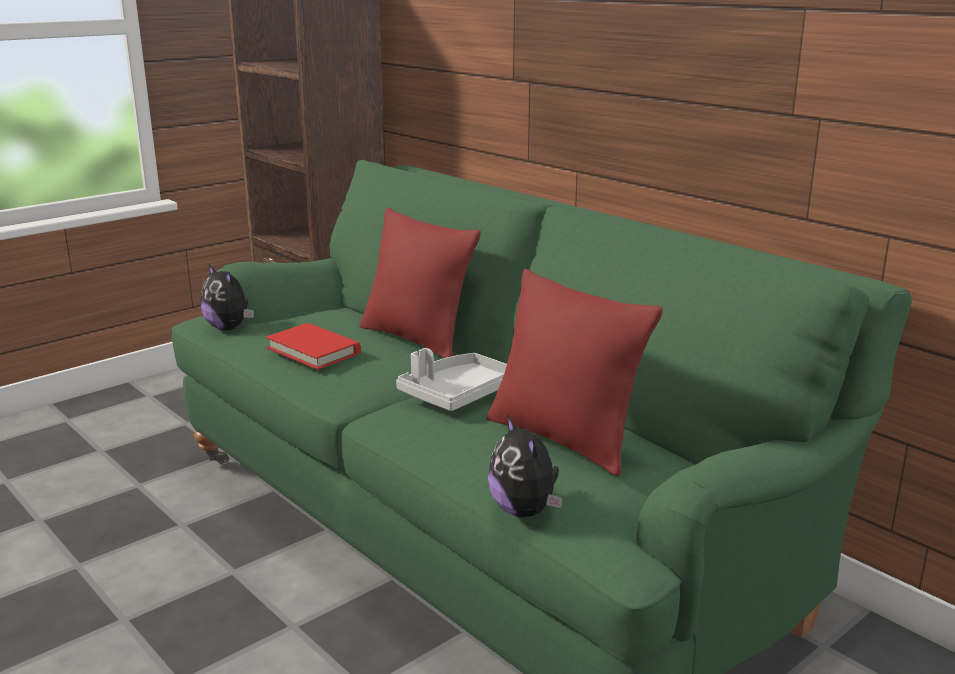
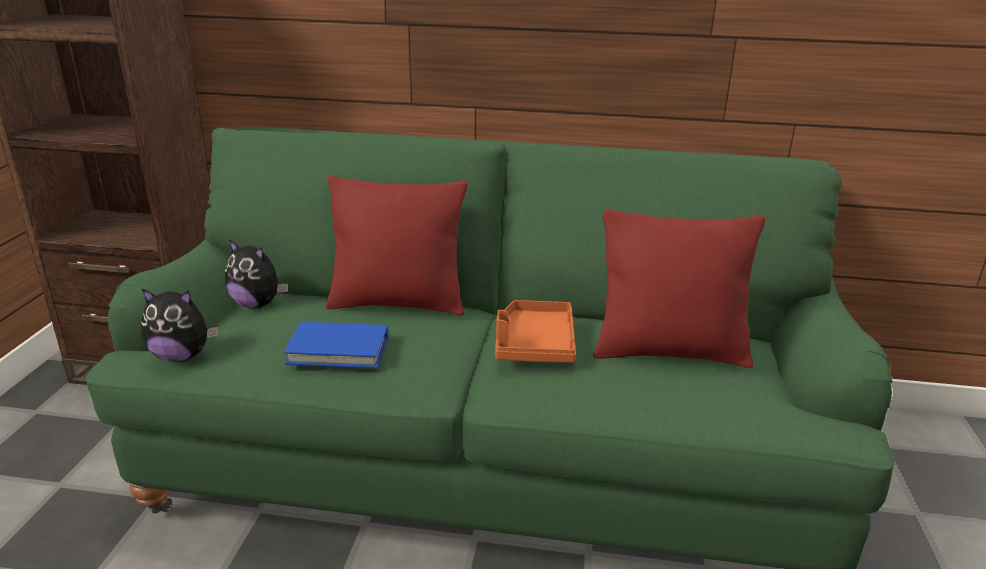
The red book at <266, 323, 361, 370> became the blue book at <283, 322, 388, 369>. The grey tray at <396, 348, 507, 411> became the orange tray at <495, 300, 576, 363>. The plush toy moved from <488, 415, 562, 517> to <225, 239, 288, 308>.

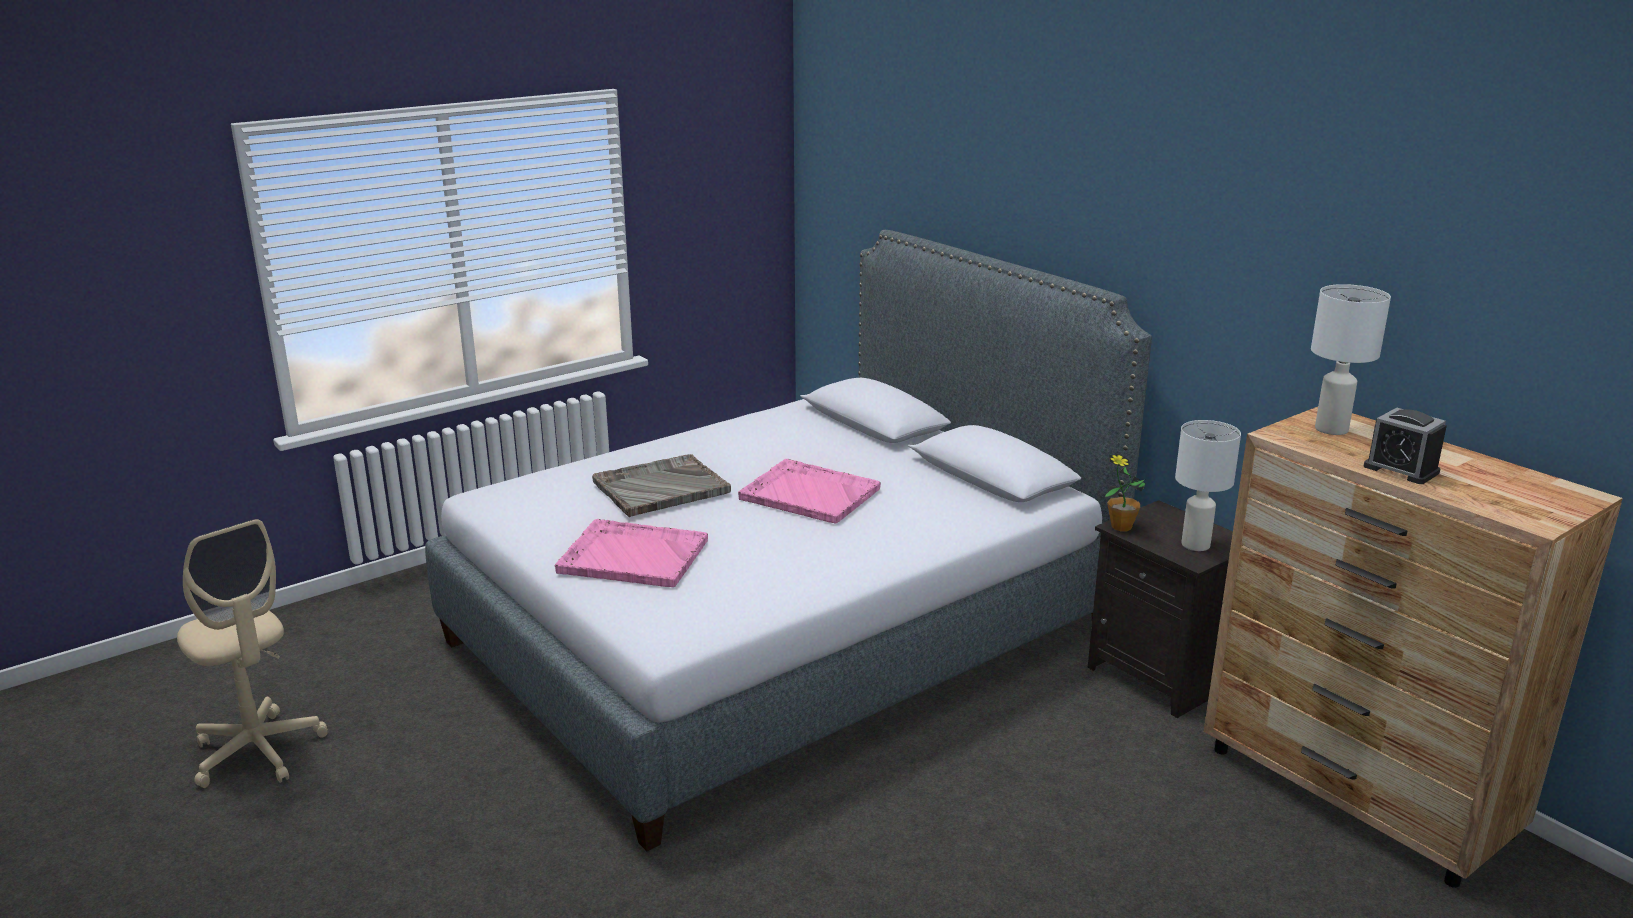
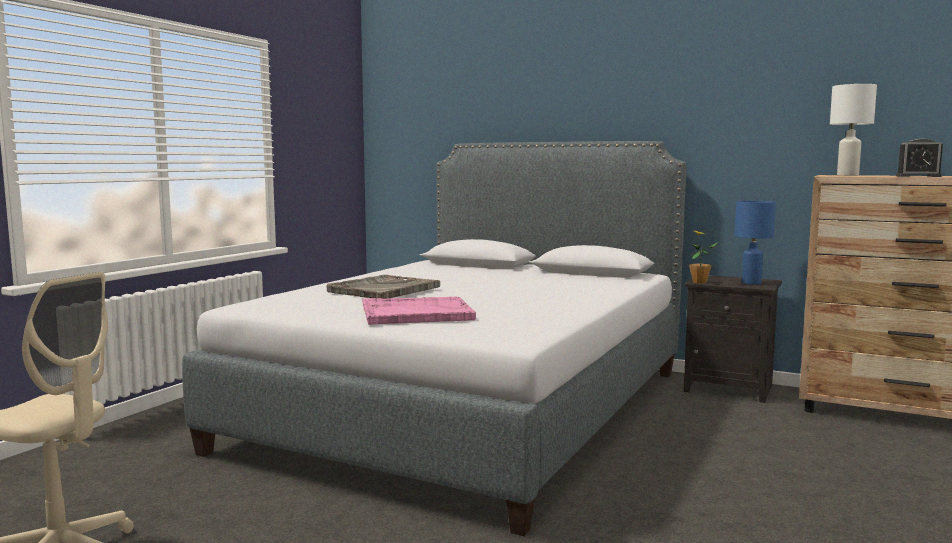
The white table lamp at <1175, 420, 1241, 551> became the blue table lamp at <735, 201, 776, 285>. The pink tray at <738, 459, 881, 524> disappeared.

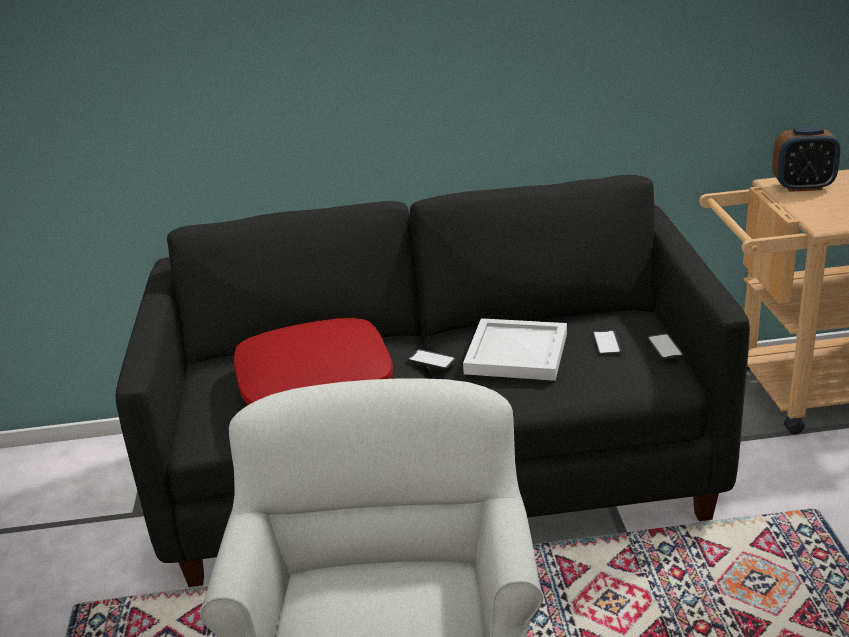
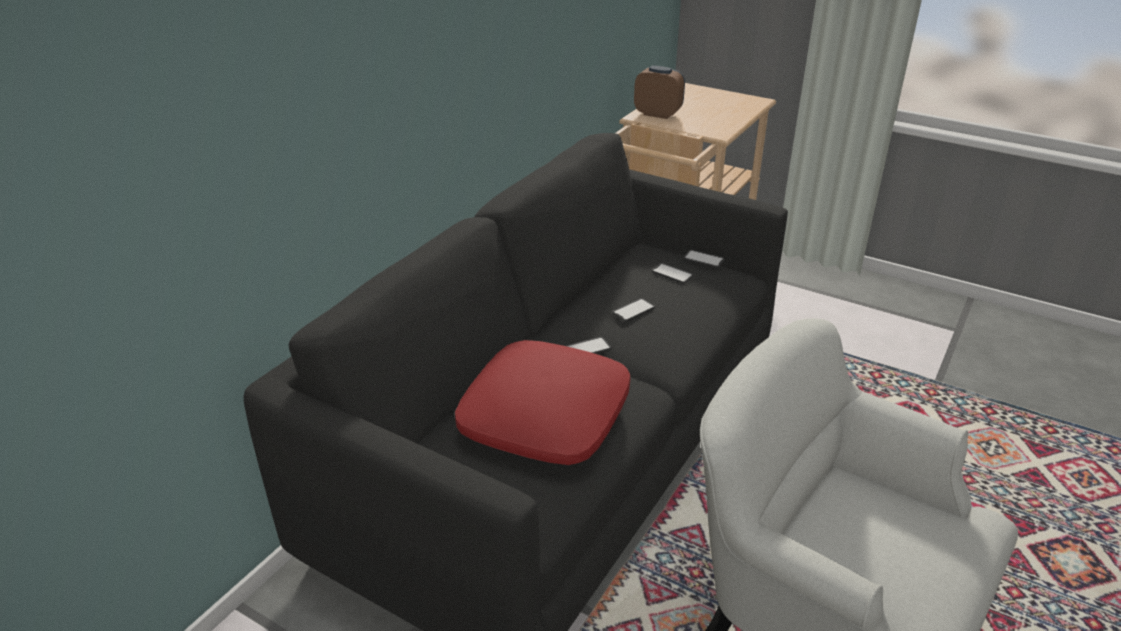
The alarm clock at <772, 126, 841, 192> turned 105 degrees counterclockwise. The white tray at <463, 318, 567, 381> was replaced by the phone at <612, 298, 655, 322>.

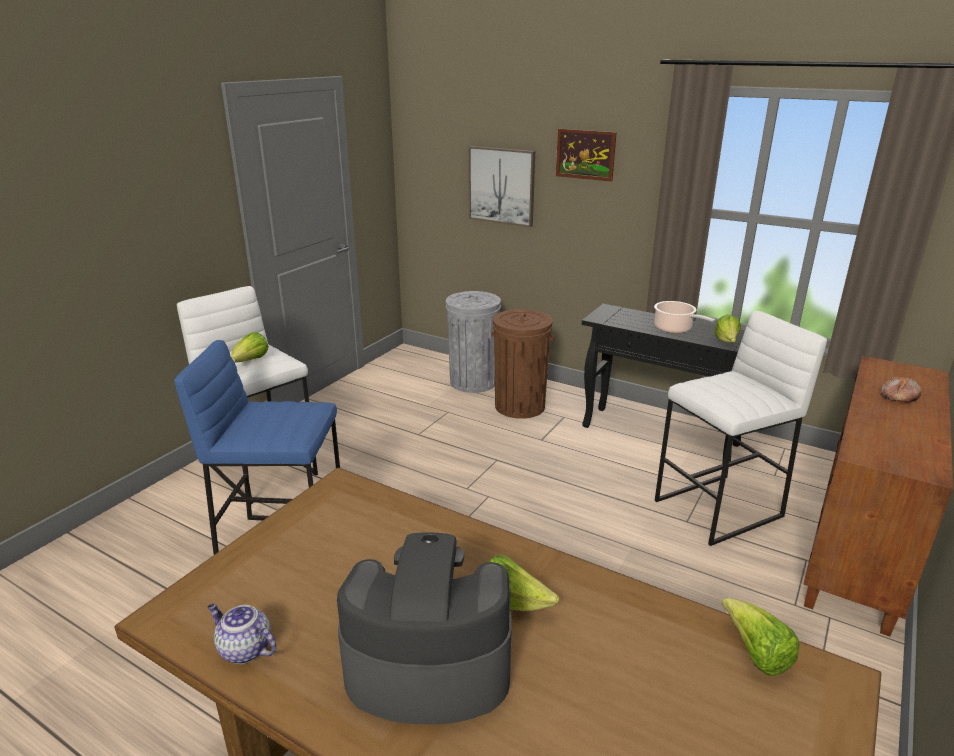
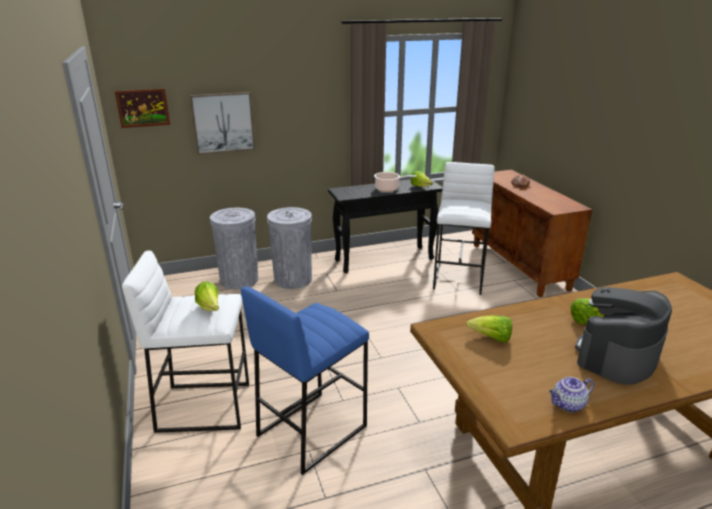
The picture moved from <556, 129, 617, 182> to <114, 89, 170, 128>. The brown trash can at <491, 309, 554, 419> became the grey trash can at <267, 207, 312, 289>. The lettuce moved from <722, 598, 800, 676> to <466, 315, 512, 343>.

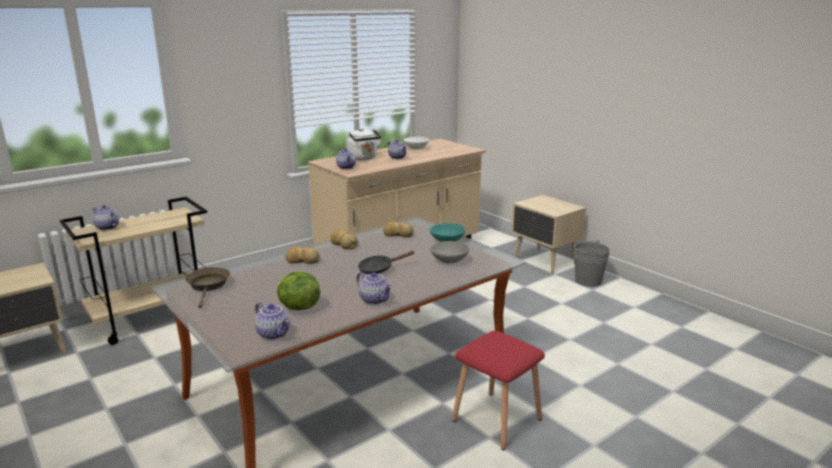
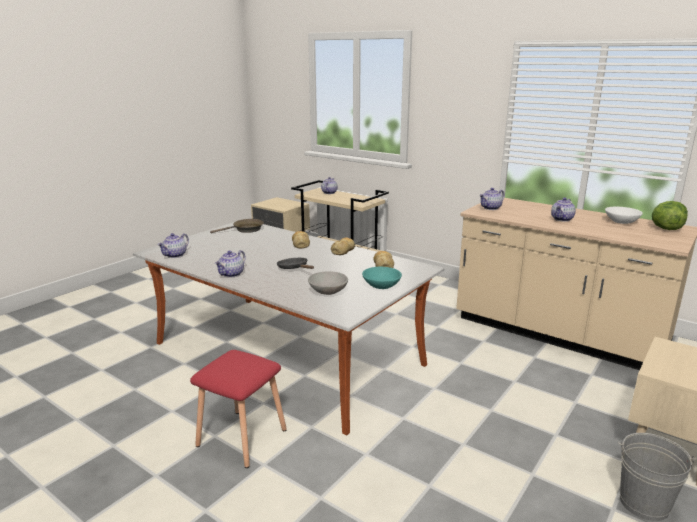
The white kettle at <346, 129, 381, 160> disappeared. The lettuce moved from <277, 271, 320, 310> to <652, 201, 688, 230>.

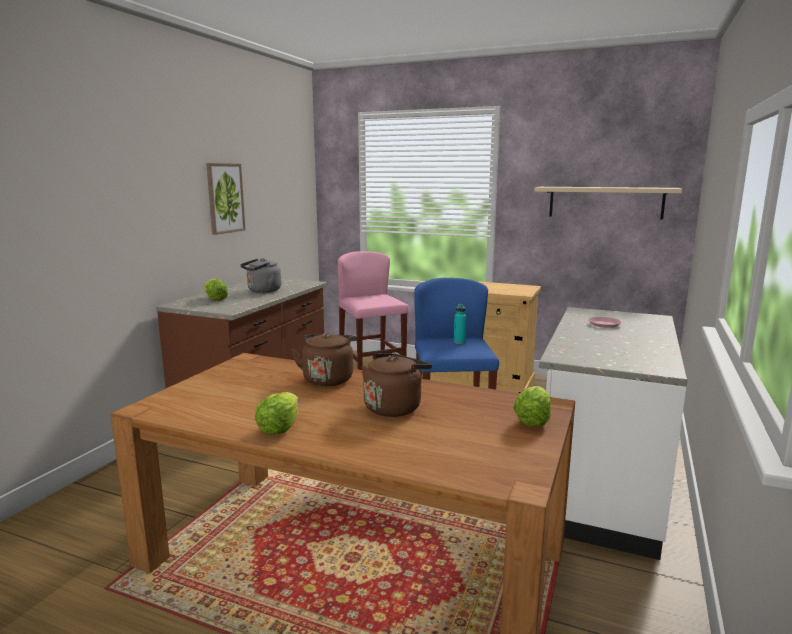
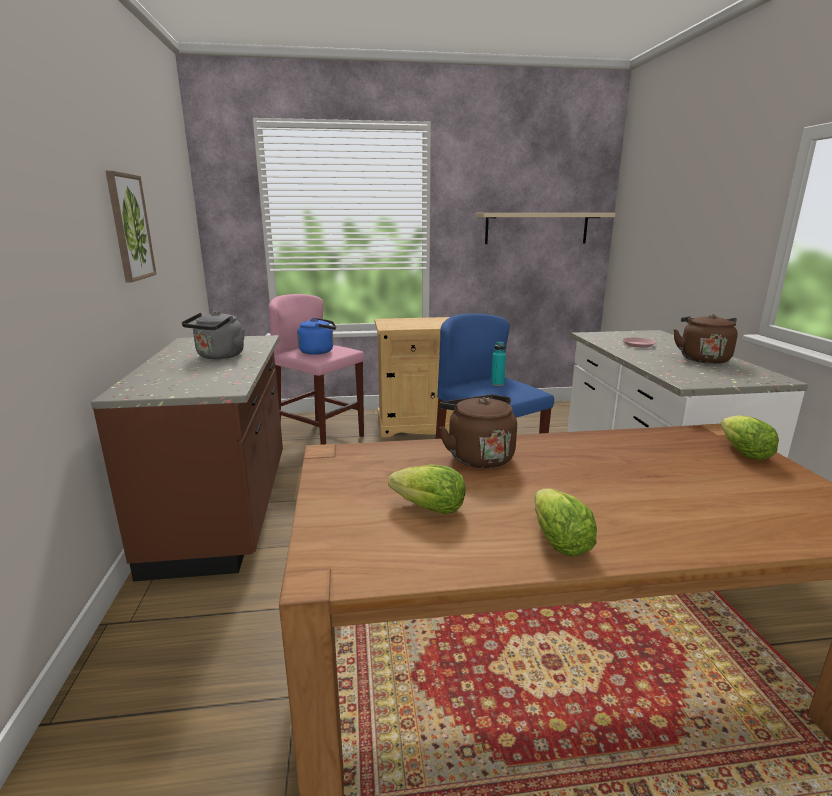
The lettuce moved from <204, 279, 228, 301> to <388, 464, 466, 514>. The brown kettle moved from <361, 353, 432, 417> to <673, 314, 738, 364>. The blue kettle at <297, 318, 336, 355> appeared.

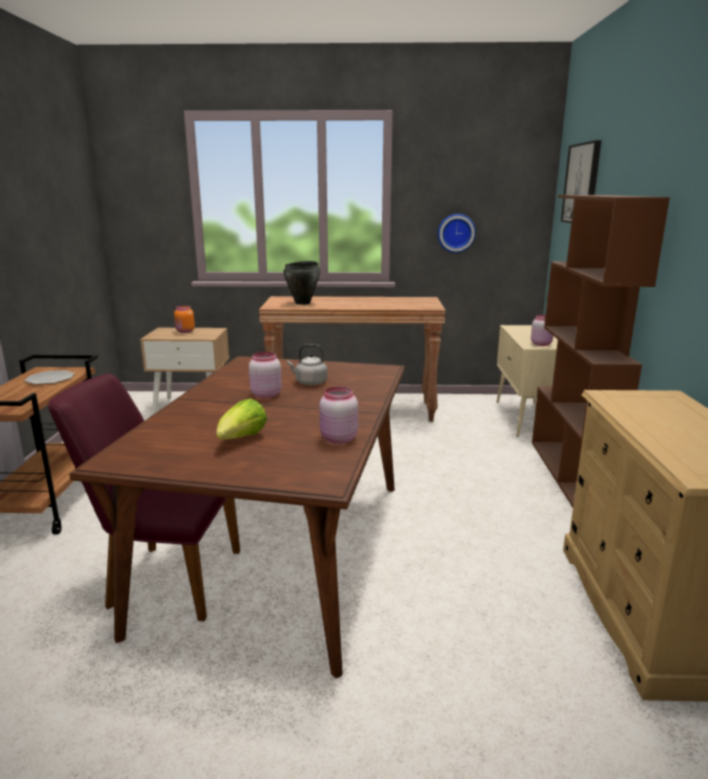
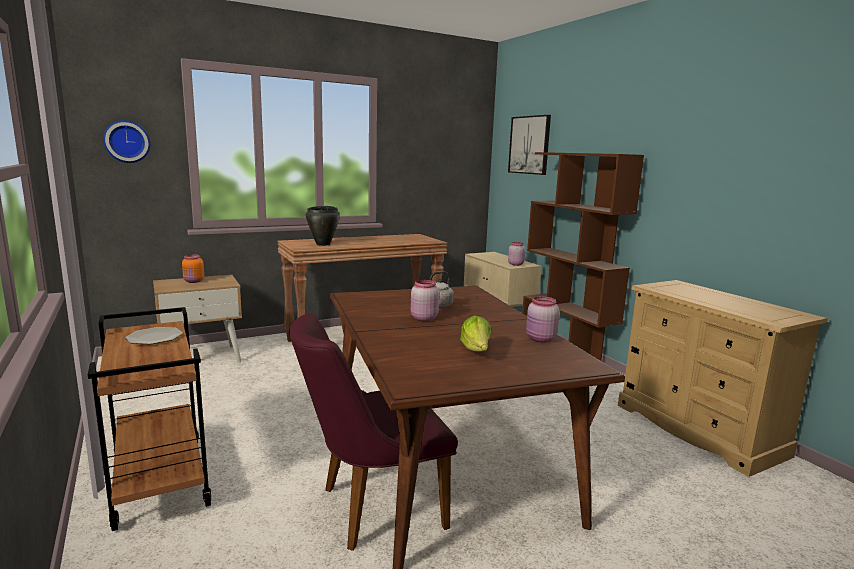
The wall clock moved from <438, 214, 476, 253> to <103, 120, 151, 163>.

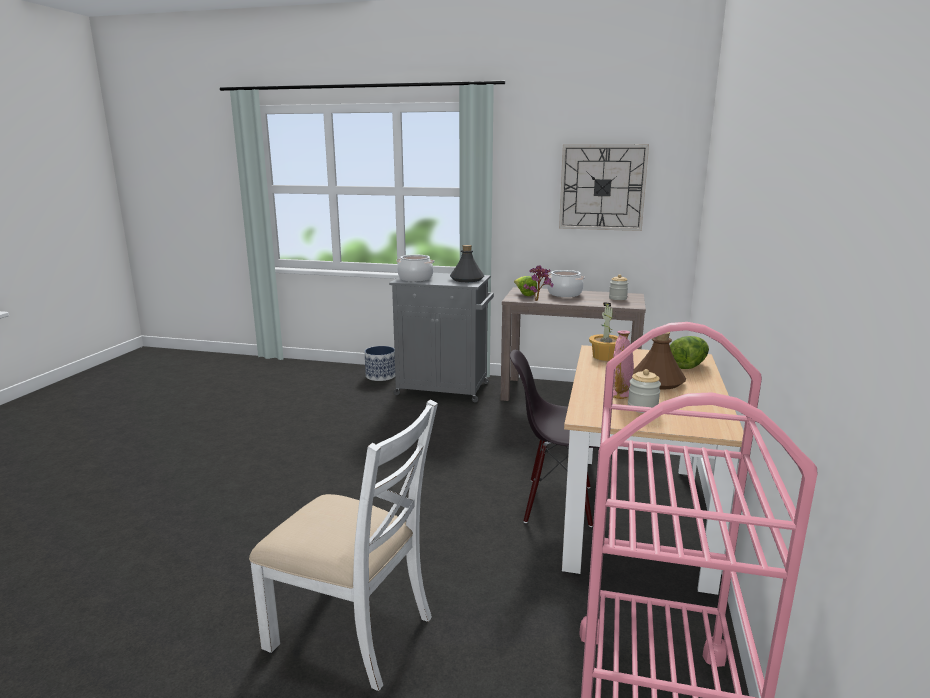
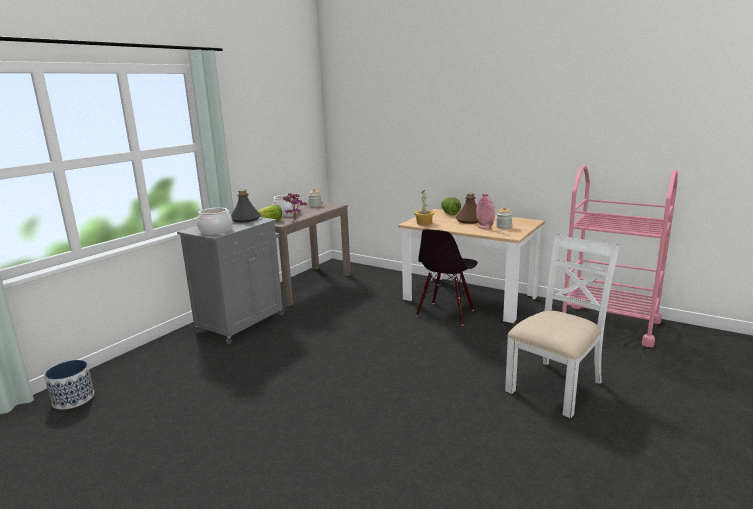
The wall clock at <559, 144, 649, 231> disappeared. The planter moved from <365, 346, 395, 381> to <44, 360, 94, 409>.

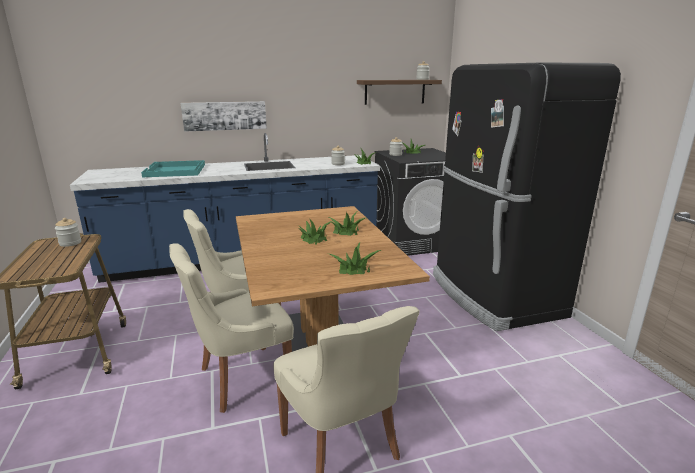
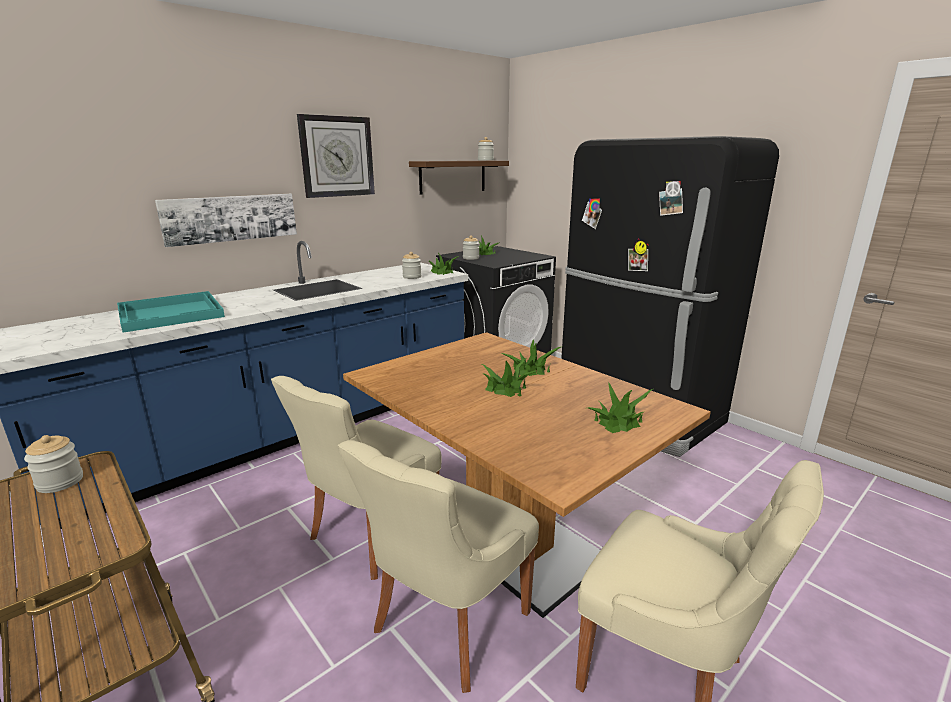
The wall clock at <297, 114, 375, 198> appeared.

